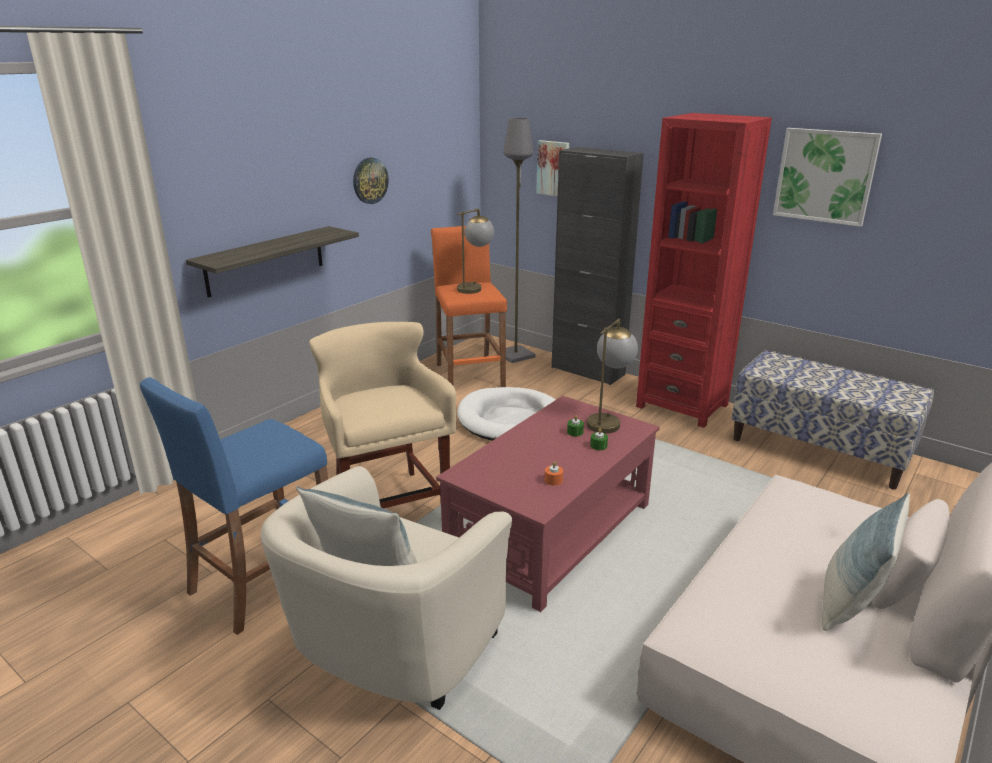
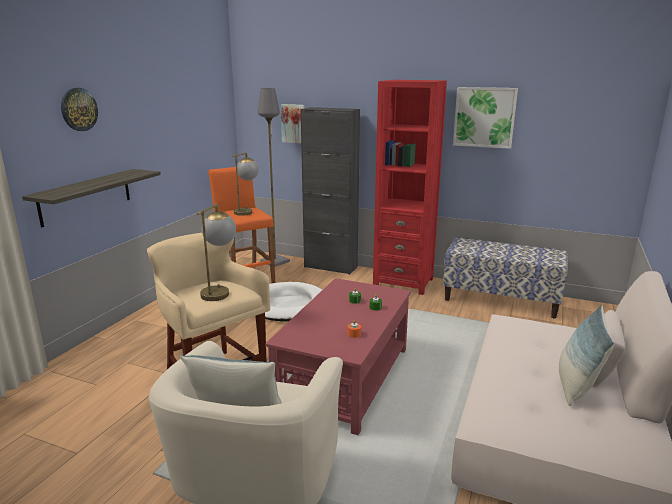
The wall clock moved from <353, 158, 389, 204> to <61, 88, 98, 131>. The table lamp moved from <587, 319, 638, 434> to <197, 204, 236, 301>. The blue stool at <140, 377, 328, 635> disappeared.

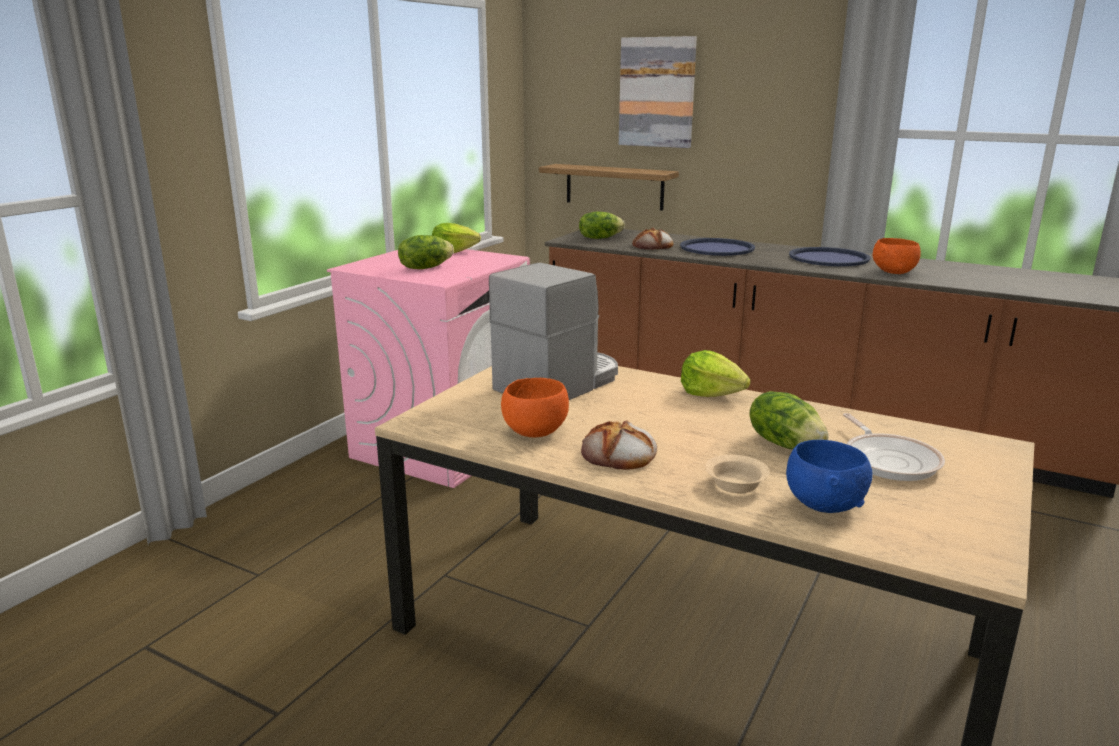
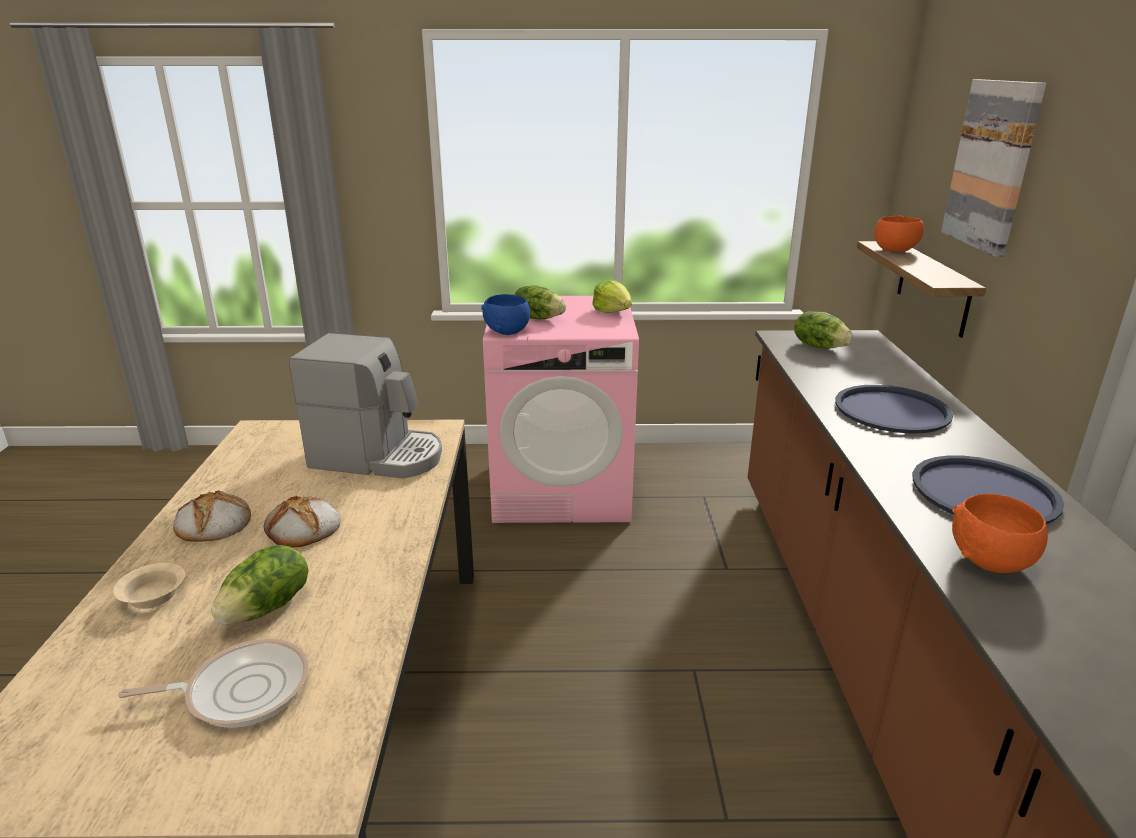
The bread moved from <633, 228, 673, 250> to <264, 496, 340, 548>. The lettuce at <681, 350, 751, 397> disappeared. The orange bowl moved from <501, 378, 569, 438> to <874, 216, 924, 252>. The frying pan at <843, 413, 945, 481> turned 150 degrees counterclockwise. The blue bowl moved from <786, 440, 873, 513> to <481, 294, 530, 335>.

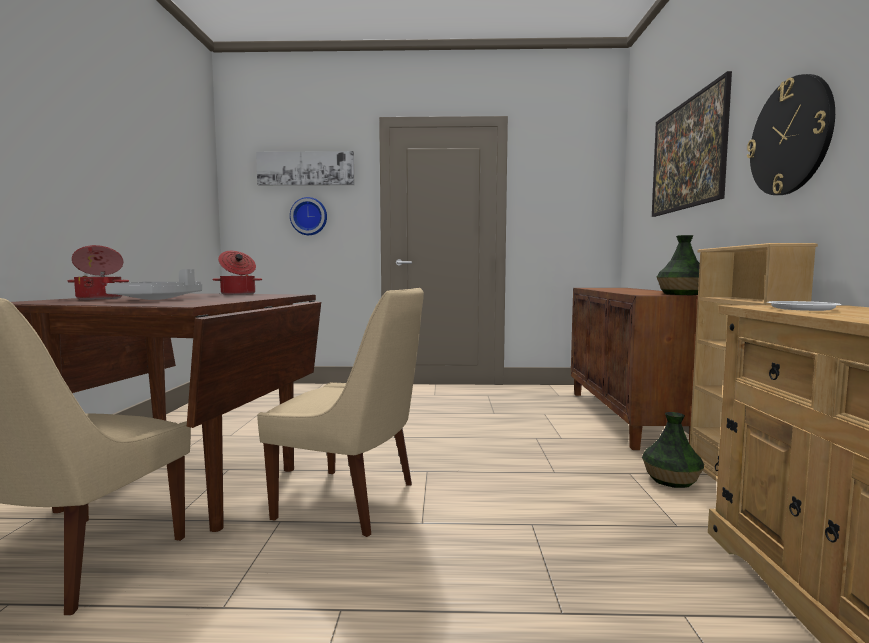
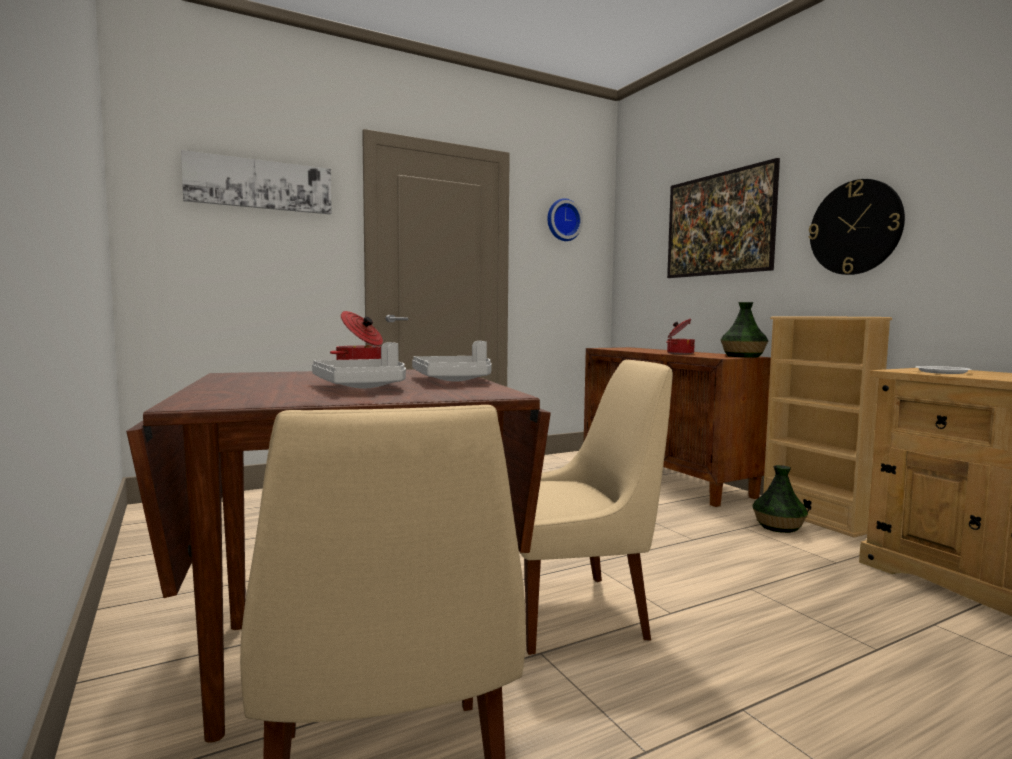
The wall clock moved from <290, 197, 327, 235> to <547, 198, 583, 241>. The cooking pot moved from <68, 245, 129, 300> to <667, 319, 695, 354>. The grey tray at <412, 341, 492, 382> appeared.

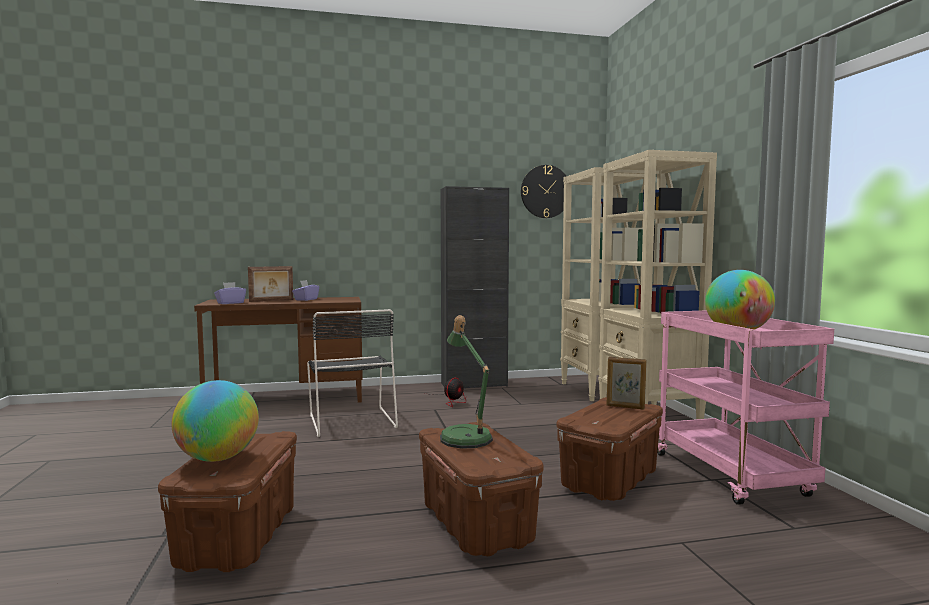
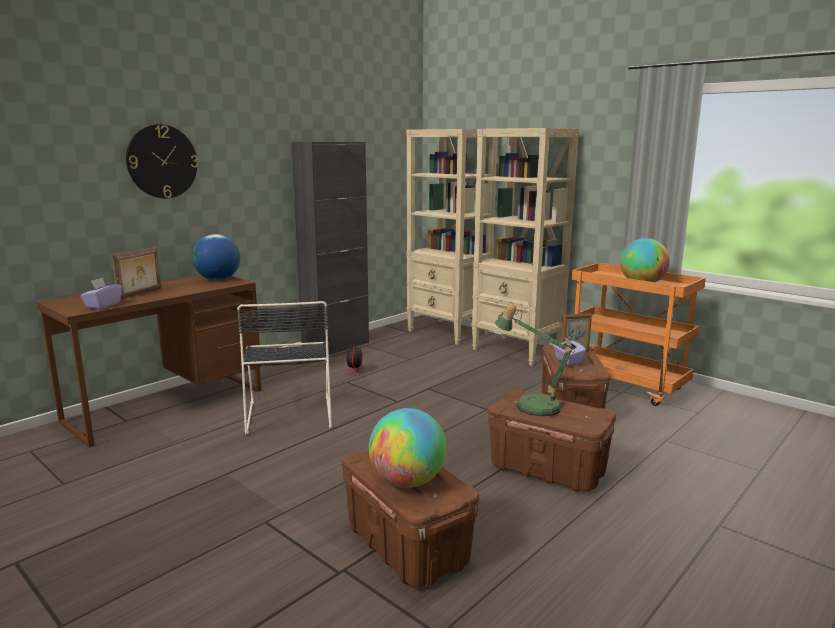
The wall clock moved from <521, 165, 566, 218> to <126, 124, 198, 198>. The purple tissue box moved from <292, 280, 319, 301> to <554, 338, 586, 366>. The black chair at <307, 309, 398, 437> turned 45 degrees clockwise. The pink cart at <657, 310, 834, 505> became the orange cart at <572, 263, 706, 406>. The globe at <192, 234, 240, 281> appeared.

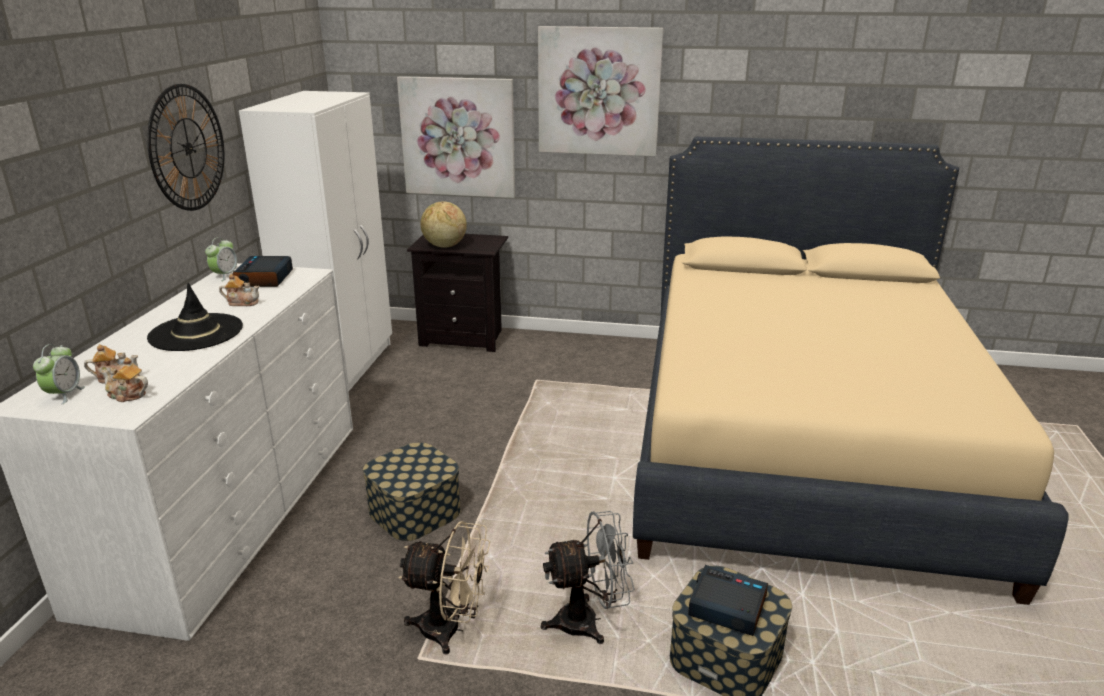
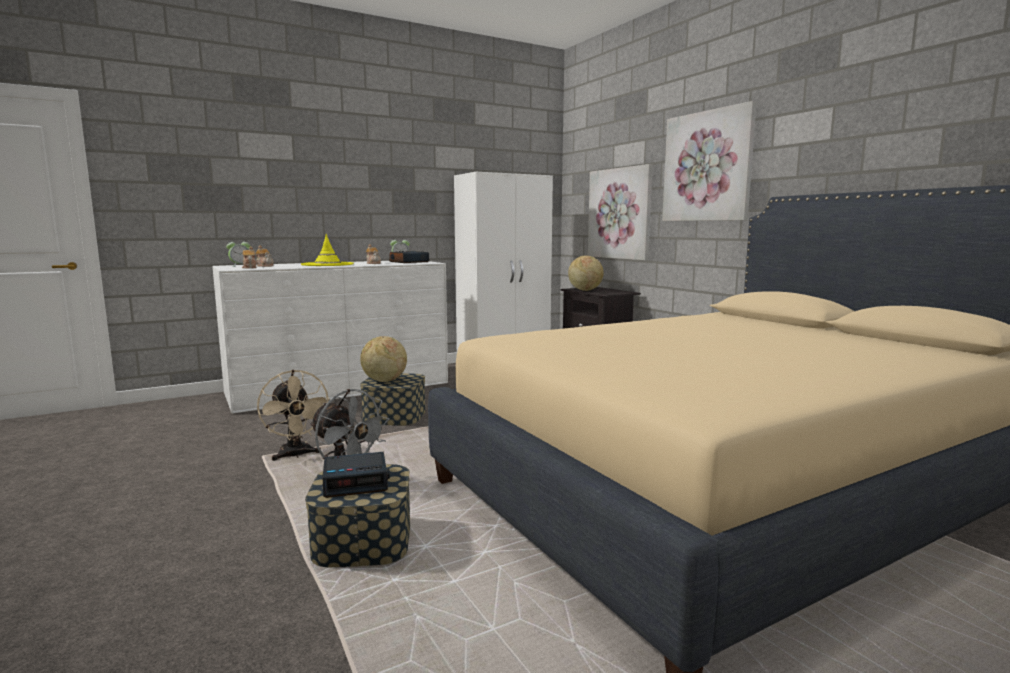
The wall clock at <147, 84, 224, 211> disappeared. The black hat at <147, 283, 243, 351> became the yellow hat at <301, 234, 354, 266>. The alarm clock at <688, 565, 768, 636> turned 90 degrees clockwise. The globe at <360, 336, 407, 382> appeared.

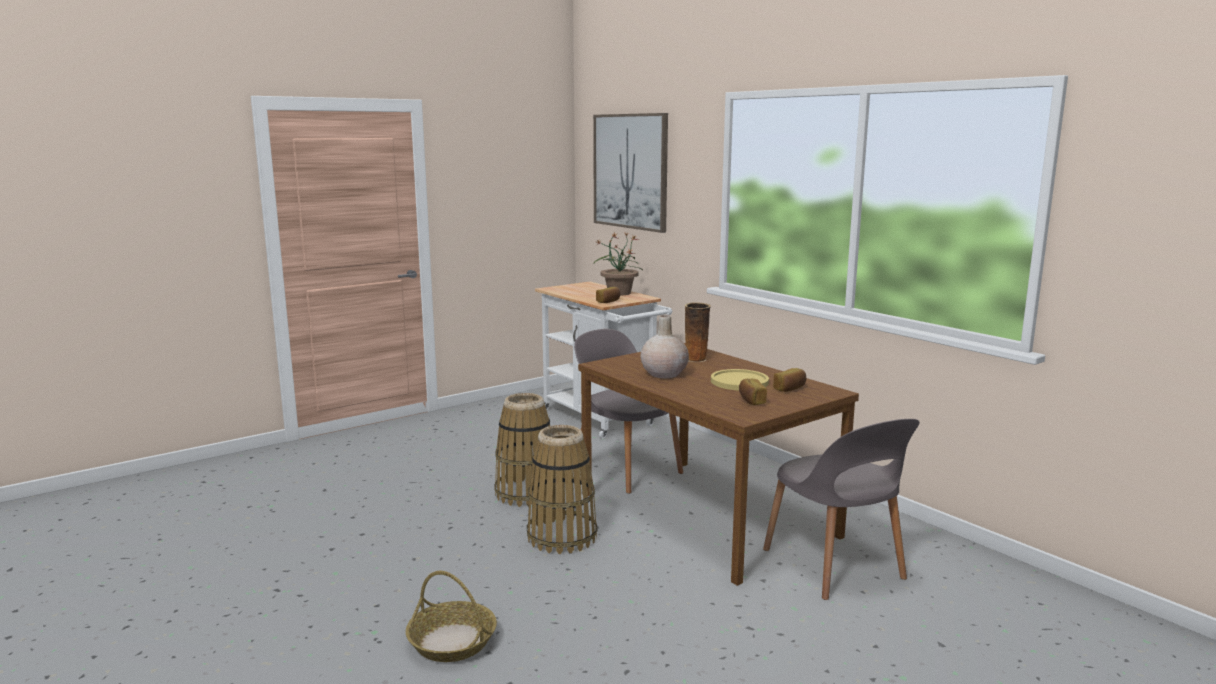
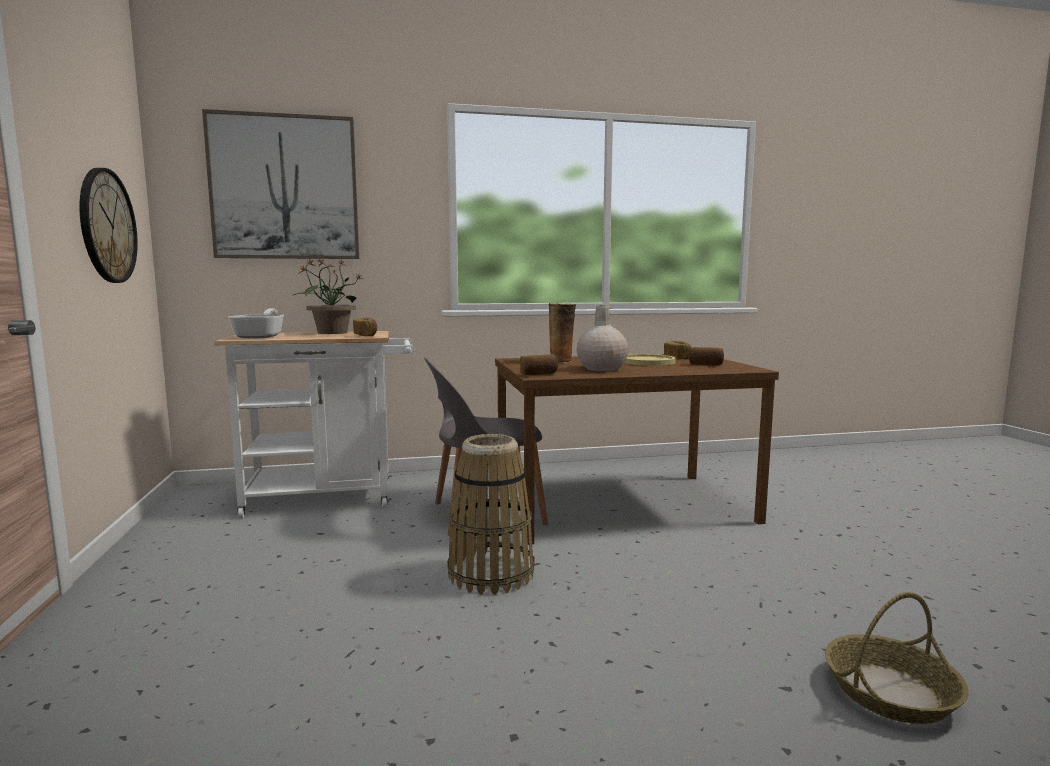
The grey chair at <763, 419, 919, 600> disappeared. The basket at <527, 425, 598, 554> disappeared. The wall clock at <79, 168, 138, 283> appeared. The frying pan at <228, 308, 284, 338> appeared. The bread at <520, 354, 558, 375> appeared.

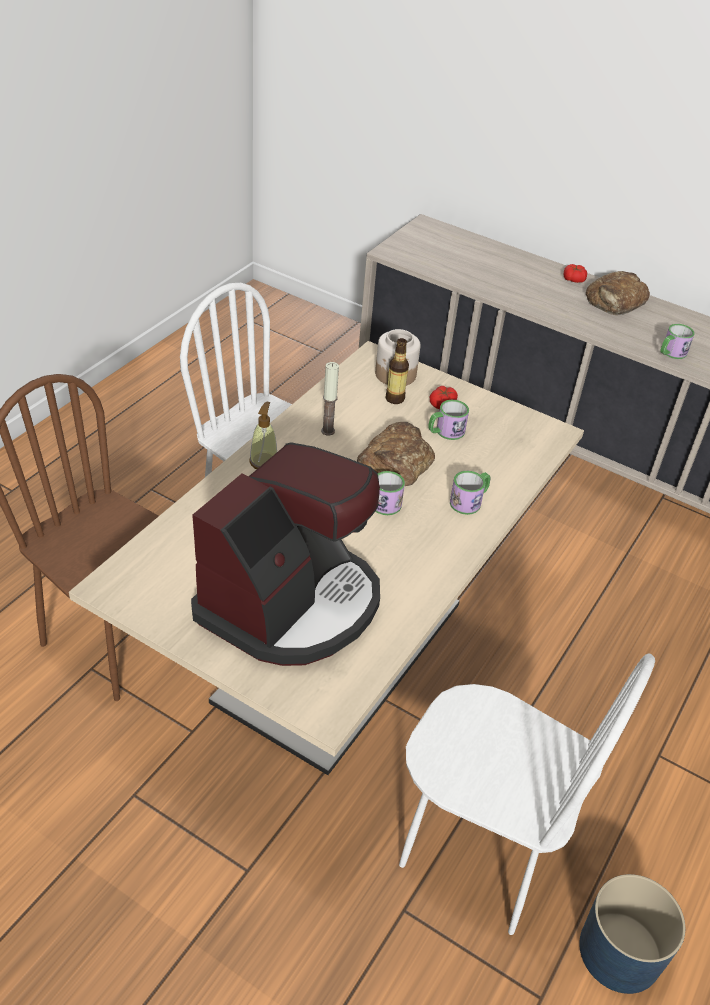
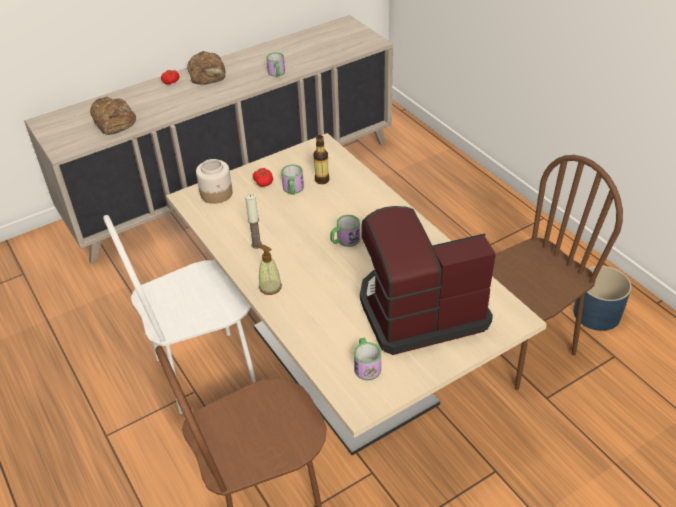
The bottle moved from <386, 338, 409, 404> to <313, 135, 329, 184>. The bread moved from <357, 422, 435, 486> to <90, 97, 136, 135>. The coffee machine at <191, 442, 380, 666> turned 75 degrees counterclockwise. The mug moved from <450, 471, 490, 515> to <354, 338, 381, 380>. The white chair at <399, 653, 655, 935> became the brown chair at <492, 155, 623, 390>.

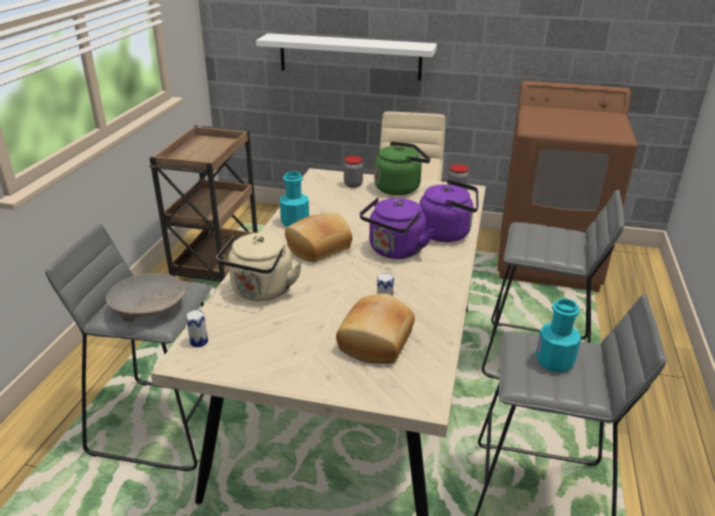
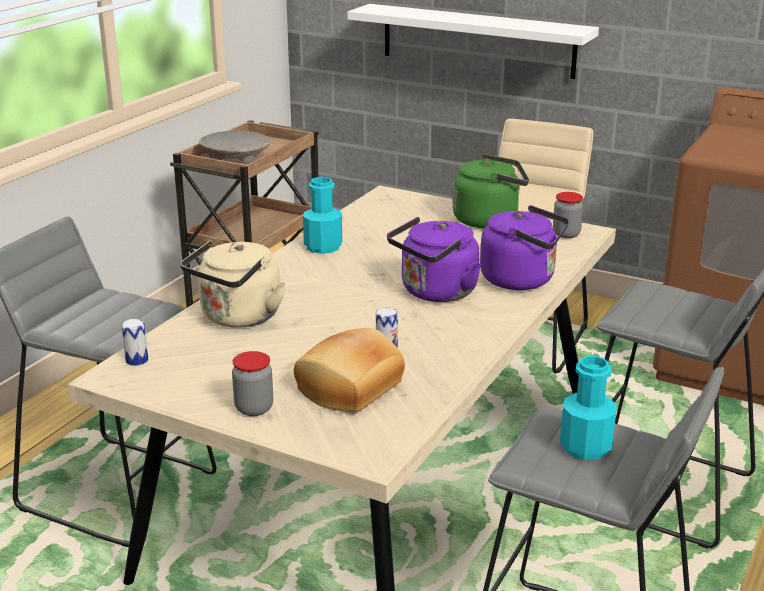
The jar moved from <344, 156, 363, 188> to <232, 351, 273, 416>. The bread at <285, 213, 352, 262> disappeared. The beige bowl moved from <106, 273, 186, 322> to <199, 131, 271, 164>.

